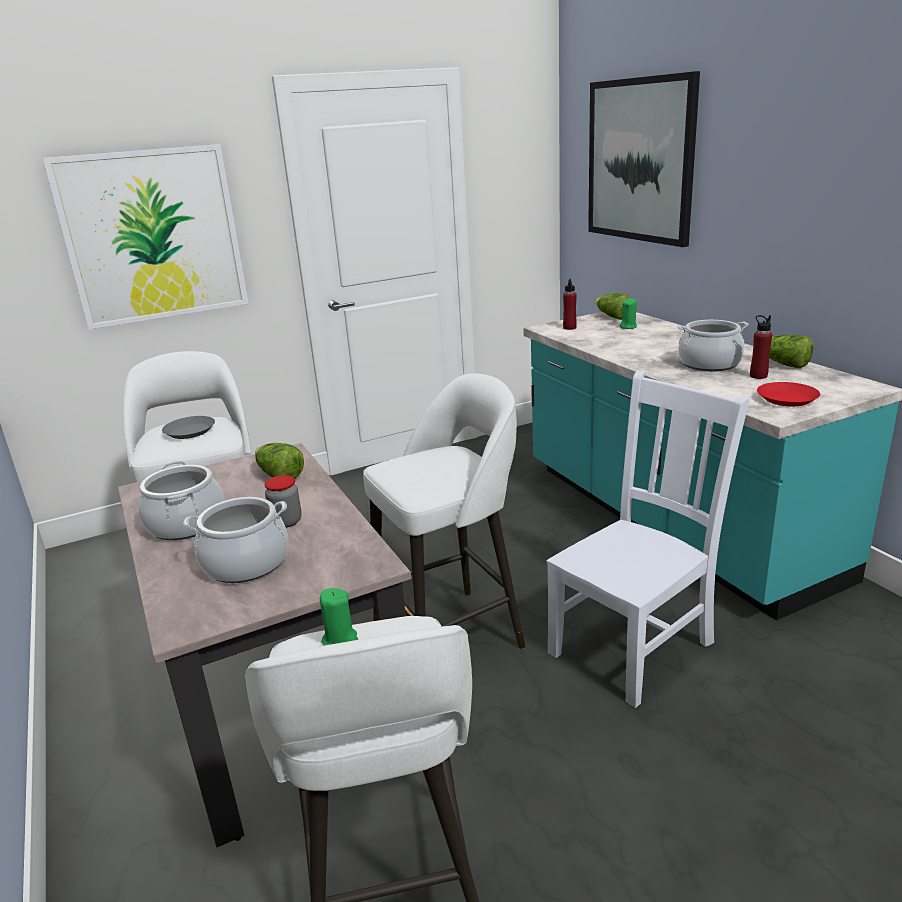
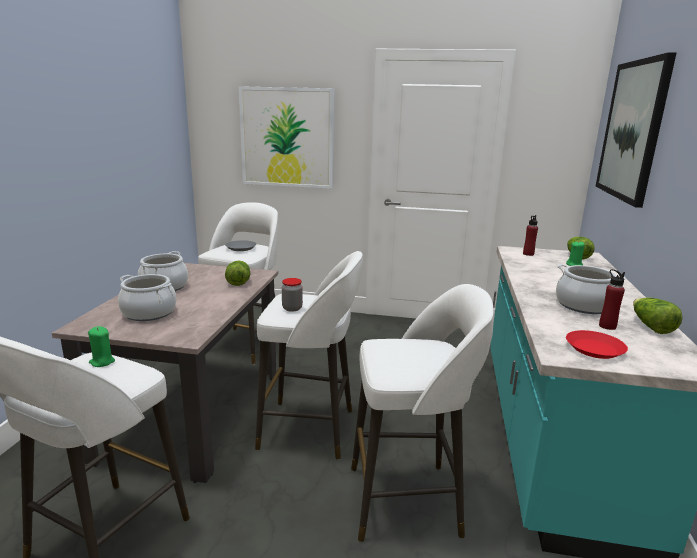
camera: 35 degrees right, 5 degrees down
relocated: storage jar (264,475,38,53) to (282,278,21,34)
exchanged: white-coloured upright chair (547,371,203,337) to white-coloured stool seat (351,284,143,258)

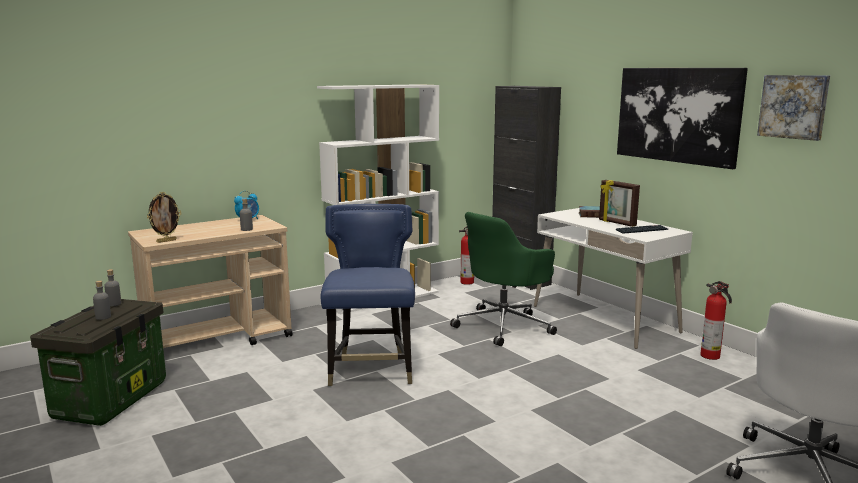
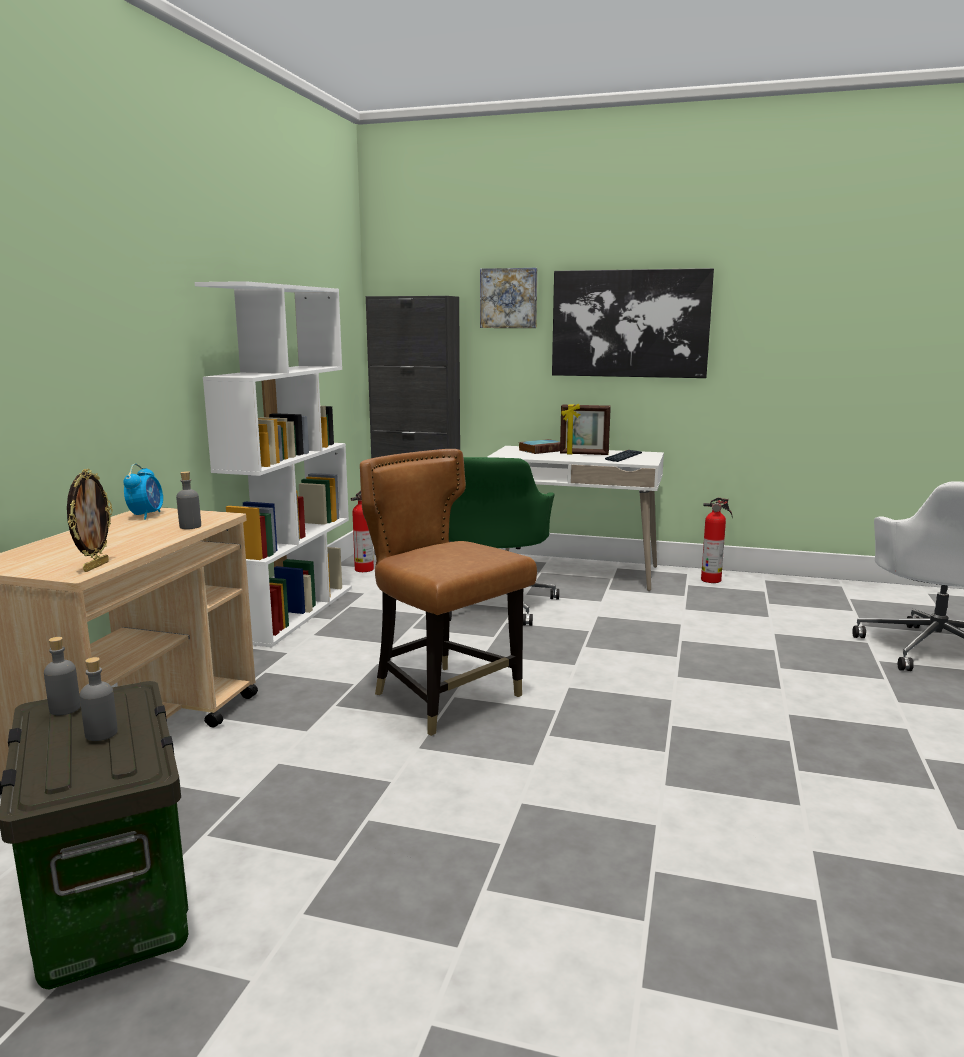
camera: 40 degrees left, 0 degrees up
relocated: picture (757,75,73,66) to (480,268,57,60)
colour: blue-coloured upright chair (321,204,94,182) to brown-coloured upright chair (360,449,177,287)

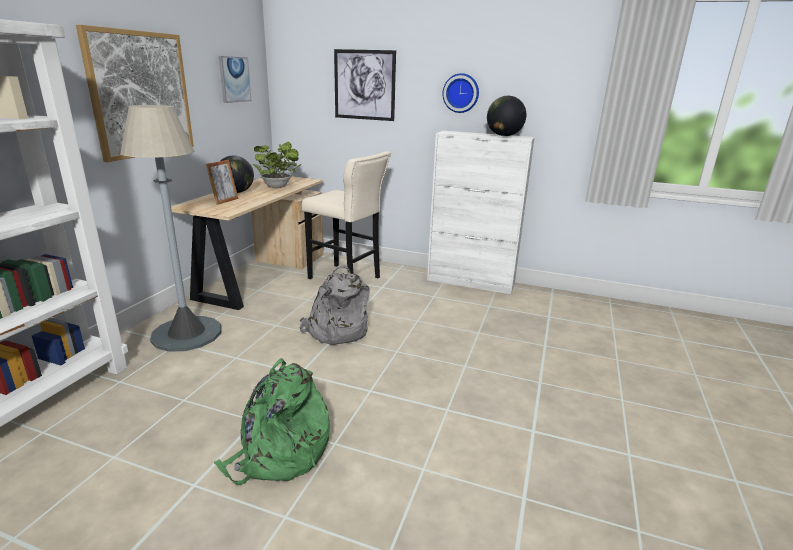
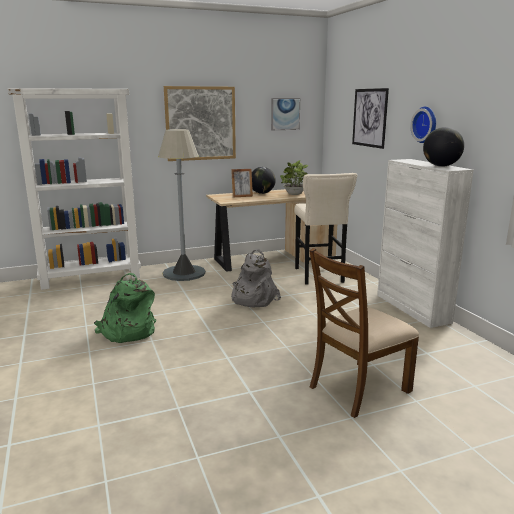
camera: 50 degrees right, 5 degrees down
appeared: brown-coloured upright chair (309,248,110,170)

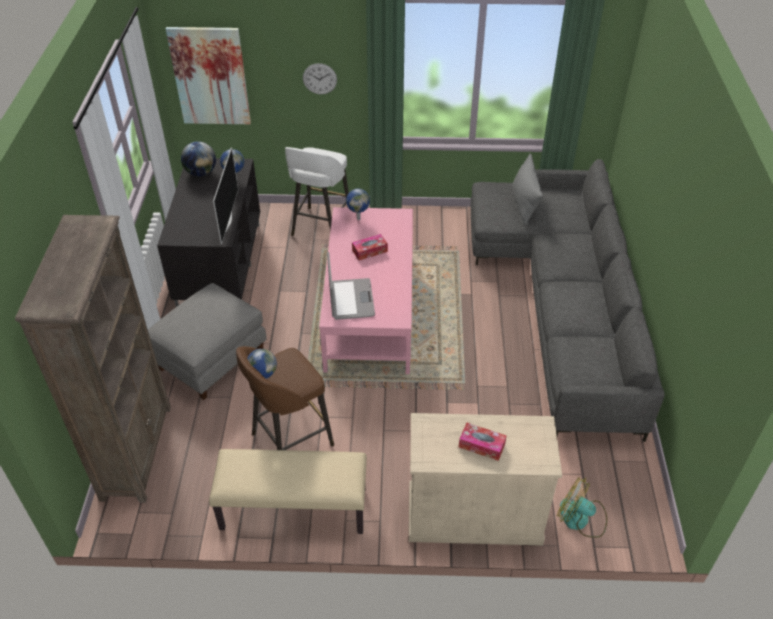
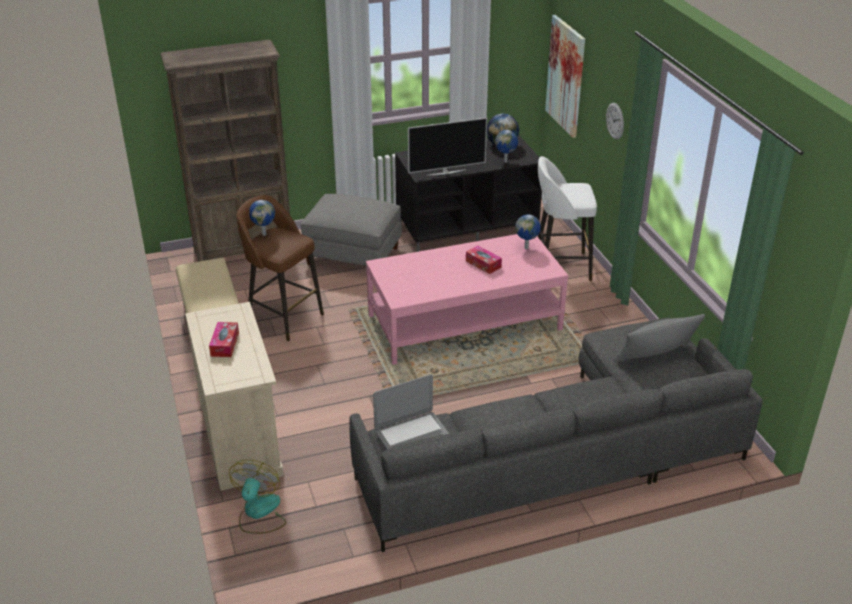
camera: 70 degrees right, 10 degrees down
relocated: portable computer (327,252,48,68) to (373,374,76,76)

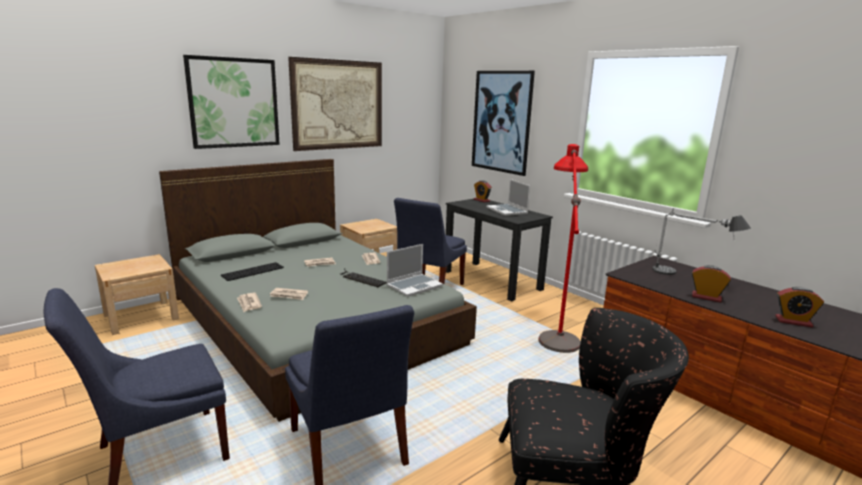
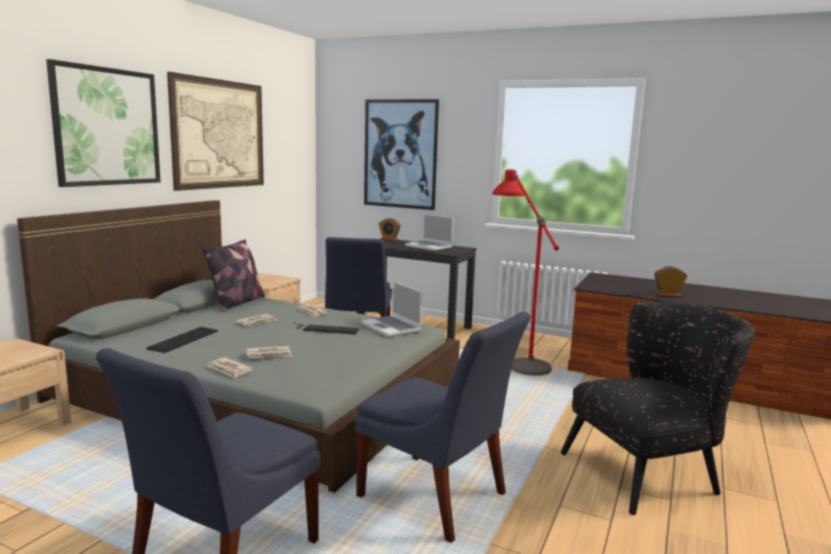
camera: 25 degrees left, 5 degrees down
missing: tabletop lamp (652,208,99,67); bedside clock (775,287,49,40)
appeared: pillow (202,239,63,73)
spun: portable computer (386,244,57,53) = (361,281,61,56) 120 degrees clockwise

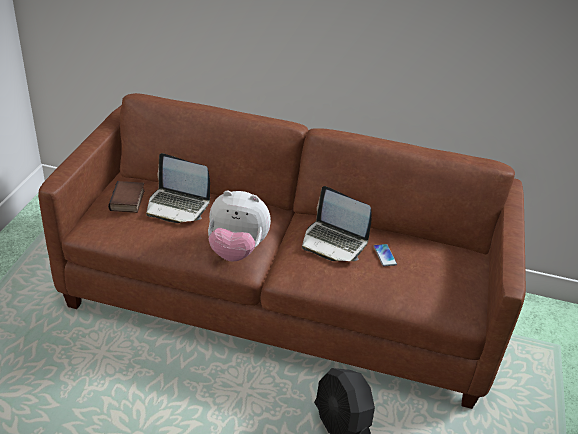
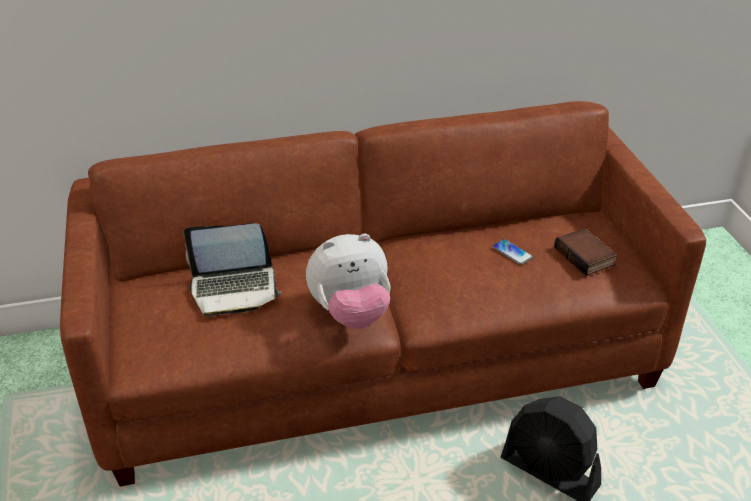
camera: 25 degrees left, 0 degrees up
missing: portable computer (302,186,70,75)
relocated: bound book (108,181,37,32) to (554,228,63,48)

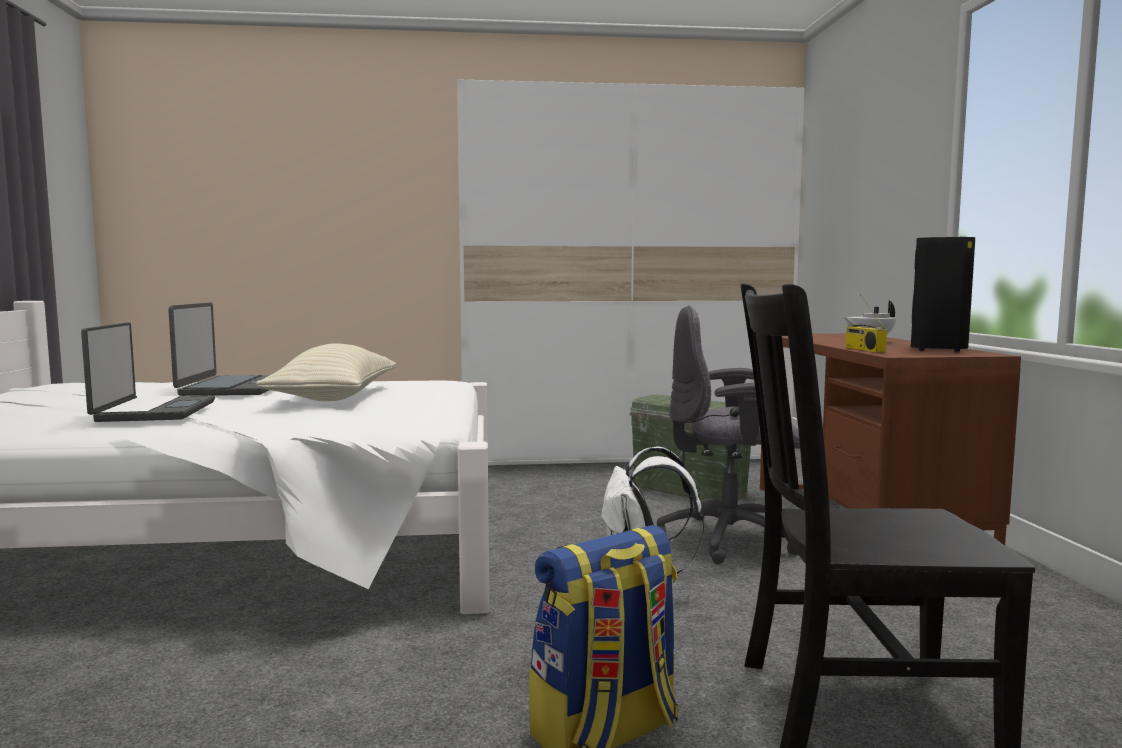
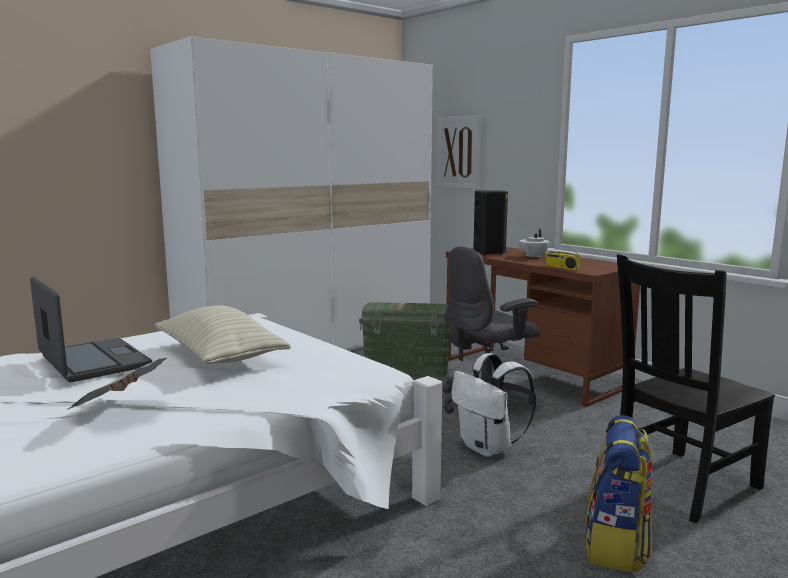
camera: 35 degrees left, 5 degrees up
appeared: picture (436,115,46,74)
relocated: blackish loudspeaker (911,237,64,114) to (473,190,35,65)
exchanged: portable computer (81,322,134,100) to daily paper (66,358,101,52)

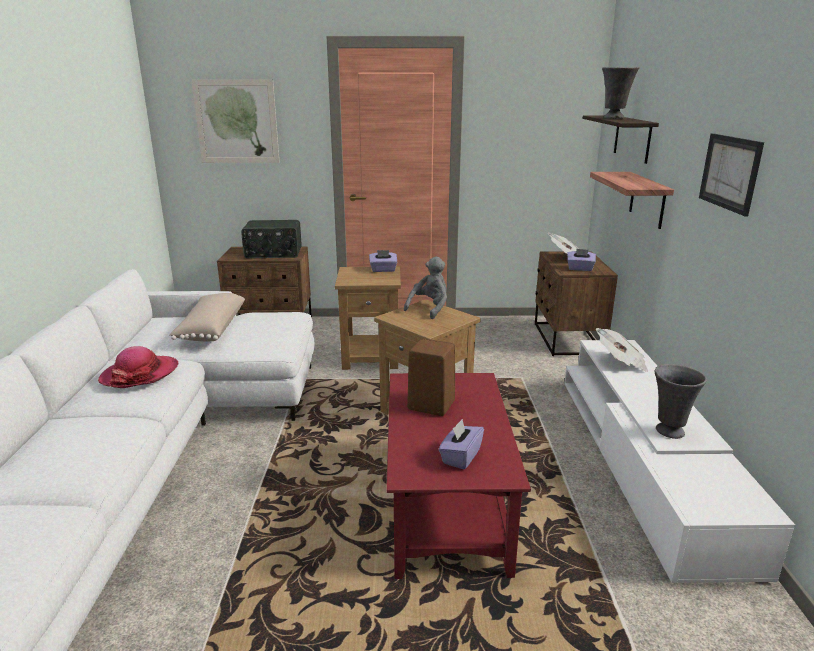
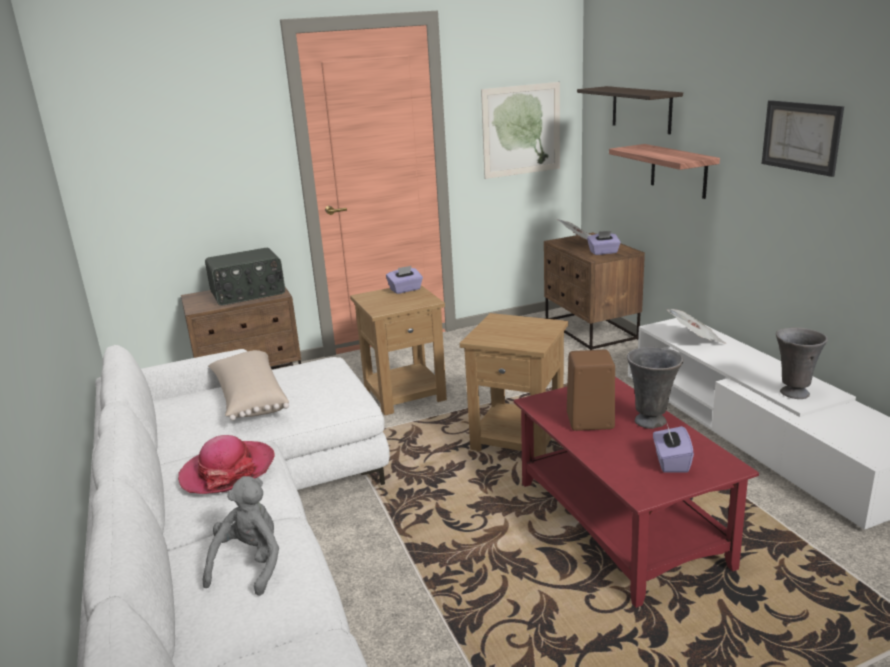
camera: 20 degrees left, 0 degrees up
relocated: gray cuddly toy (404,257,43,62) to (203,476,76,120); picture (192,79,87,84) to (481,82,79,97); gray decorative vase (602,67,37,52) to (627,347,56,82)

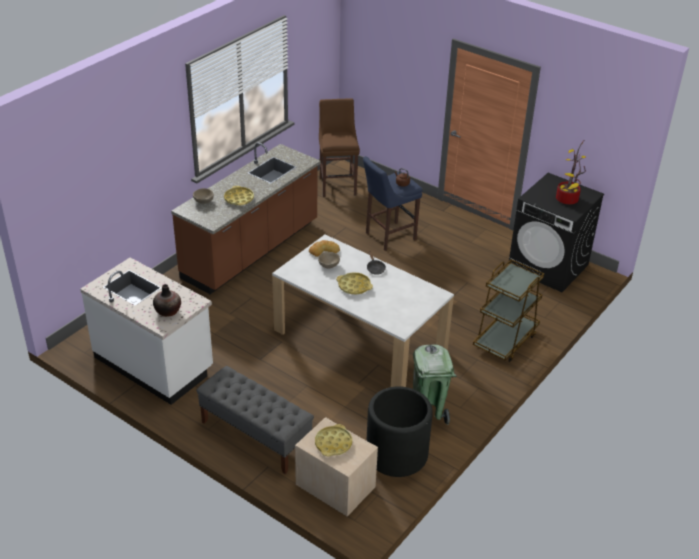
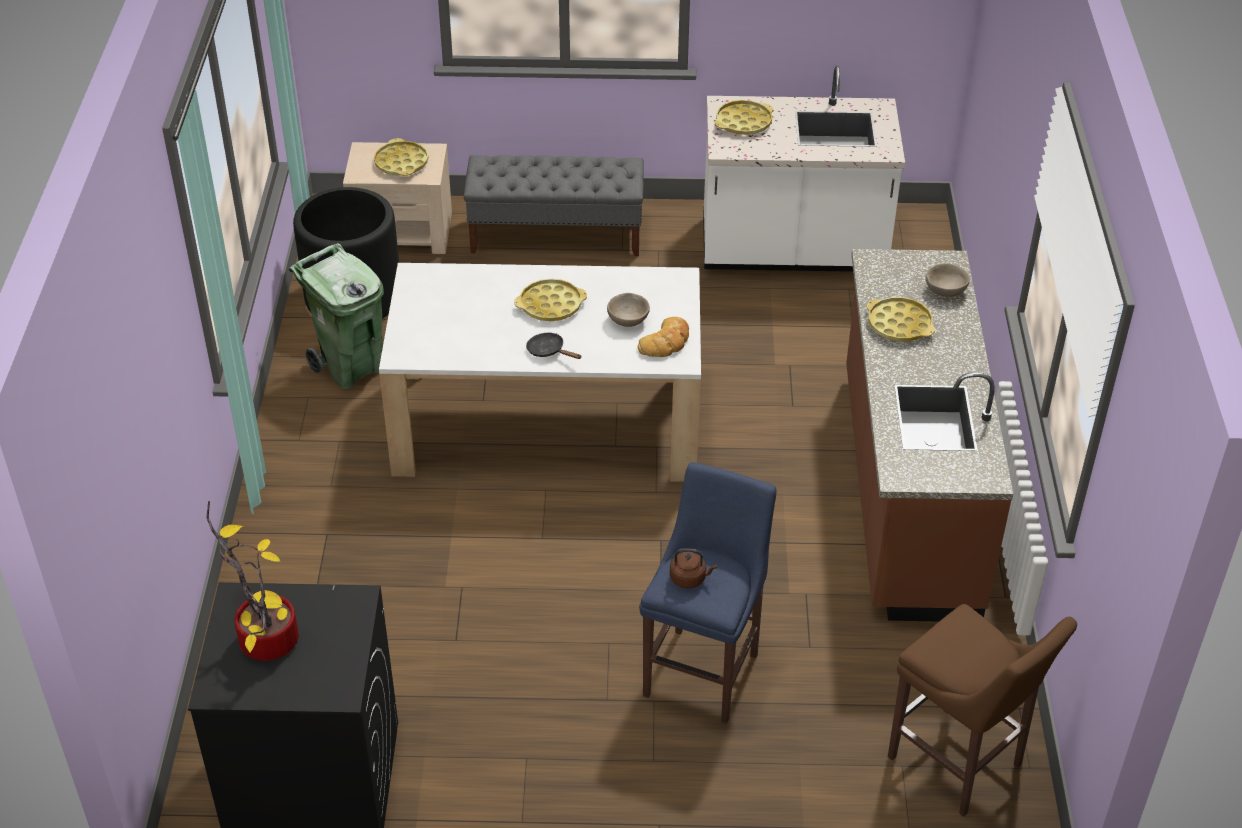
camera: 145 degrees right, 5 degrees up
missing: brown-coloured wheeled cart (473,259,71,103)
exchanged: decorative vase (153,284,28,33) to yellow-coloured carrying tray (715,100,58,35)

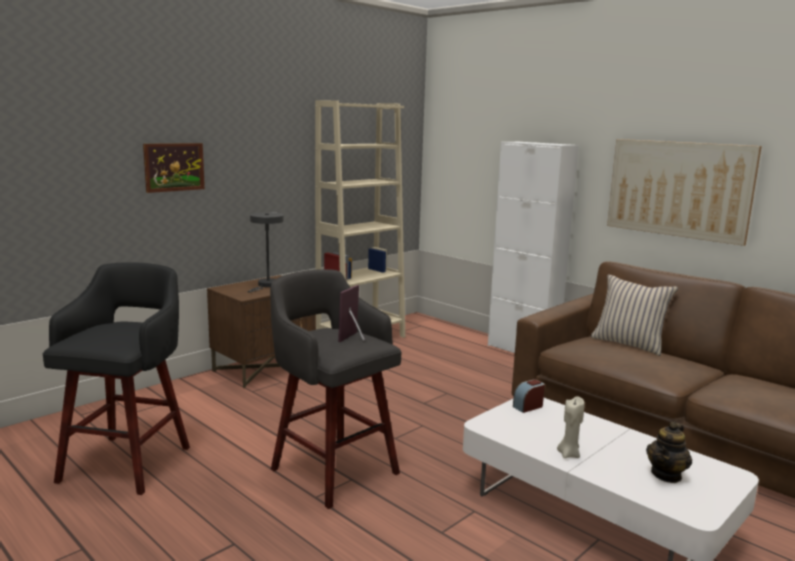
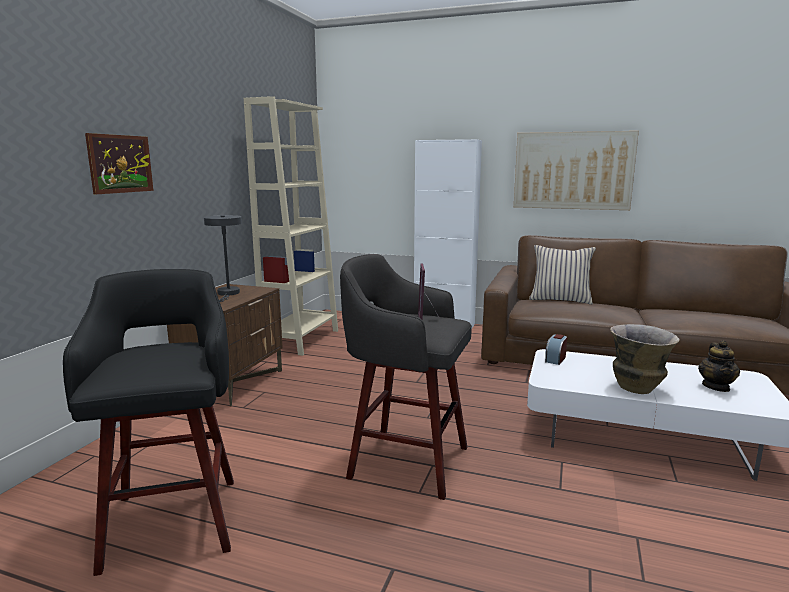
camera: 25 degrees left, 0 degrees up
exchanged: sand-coloured candle (557,396,28,62) to decorative vase (610,324,70,70)

